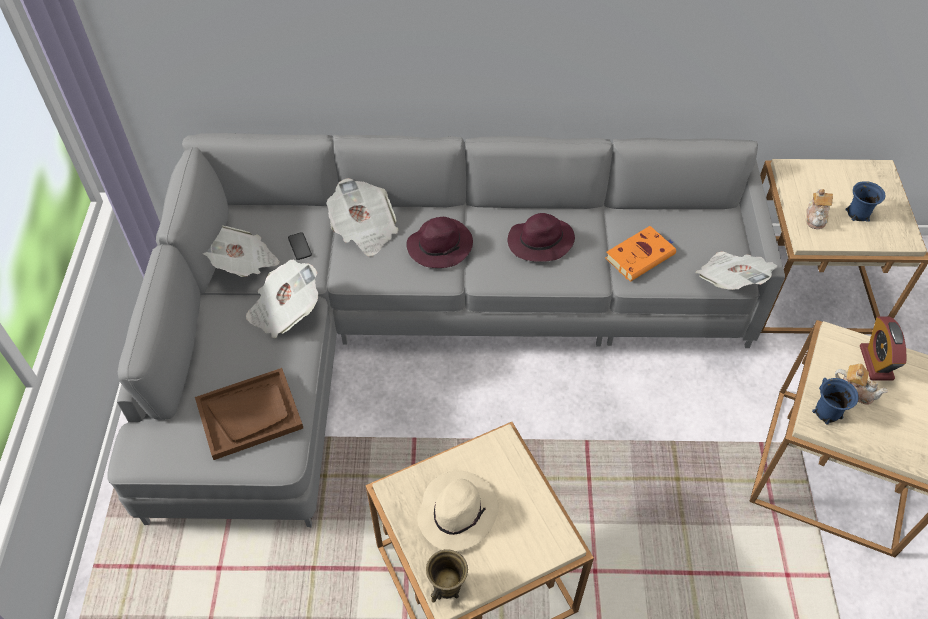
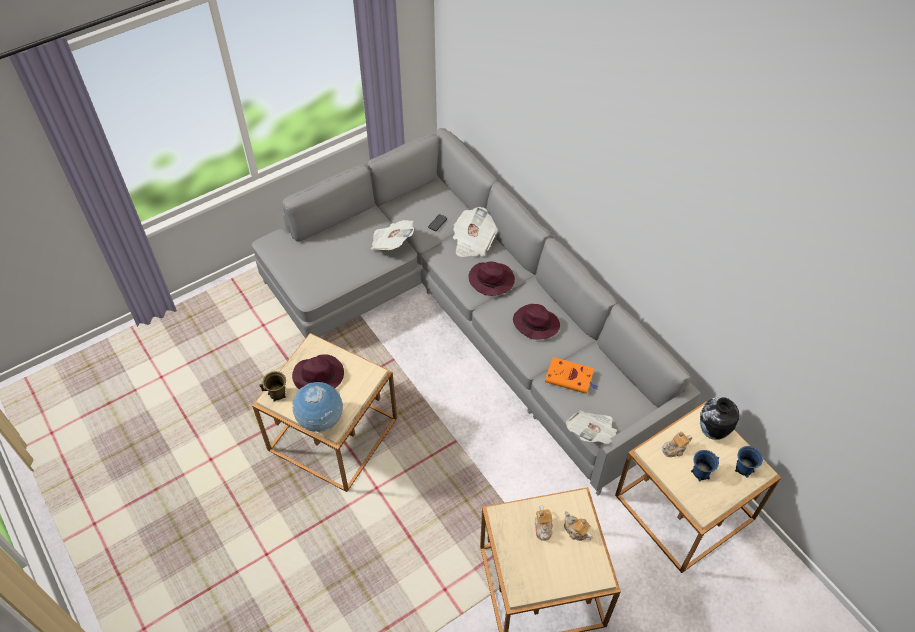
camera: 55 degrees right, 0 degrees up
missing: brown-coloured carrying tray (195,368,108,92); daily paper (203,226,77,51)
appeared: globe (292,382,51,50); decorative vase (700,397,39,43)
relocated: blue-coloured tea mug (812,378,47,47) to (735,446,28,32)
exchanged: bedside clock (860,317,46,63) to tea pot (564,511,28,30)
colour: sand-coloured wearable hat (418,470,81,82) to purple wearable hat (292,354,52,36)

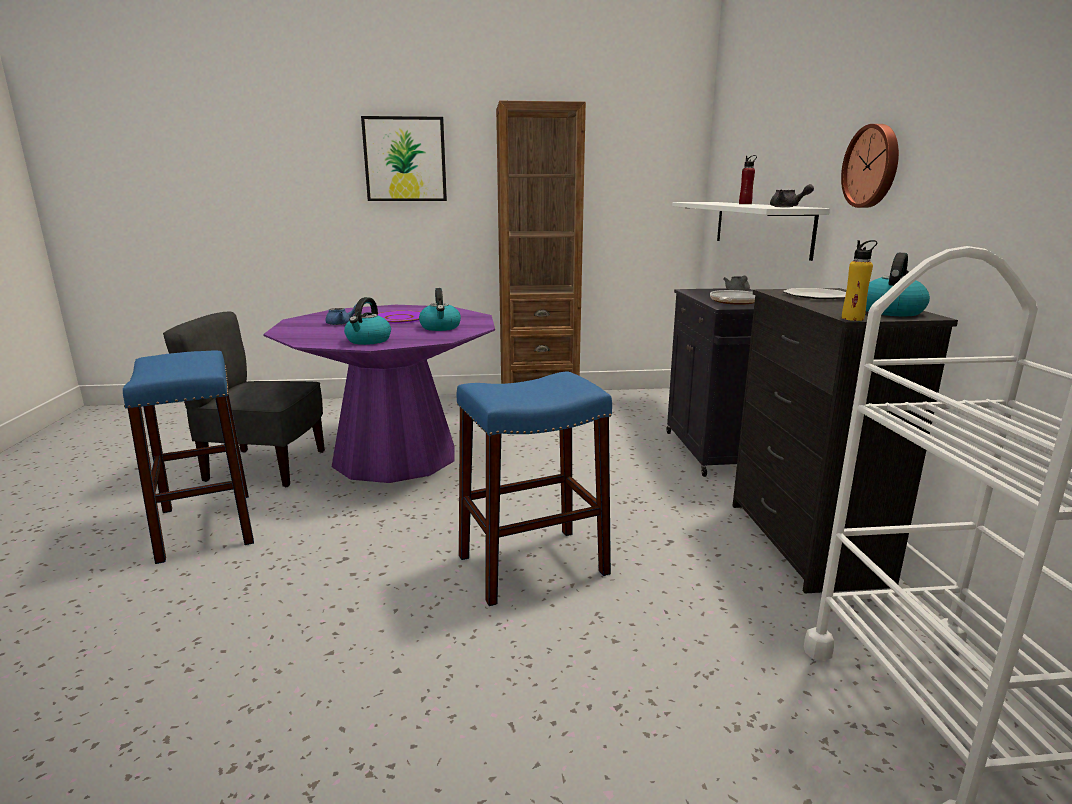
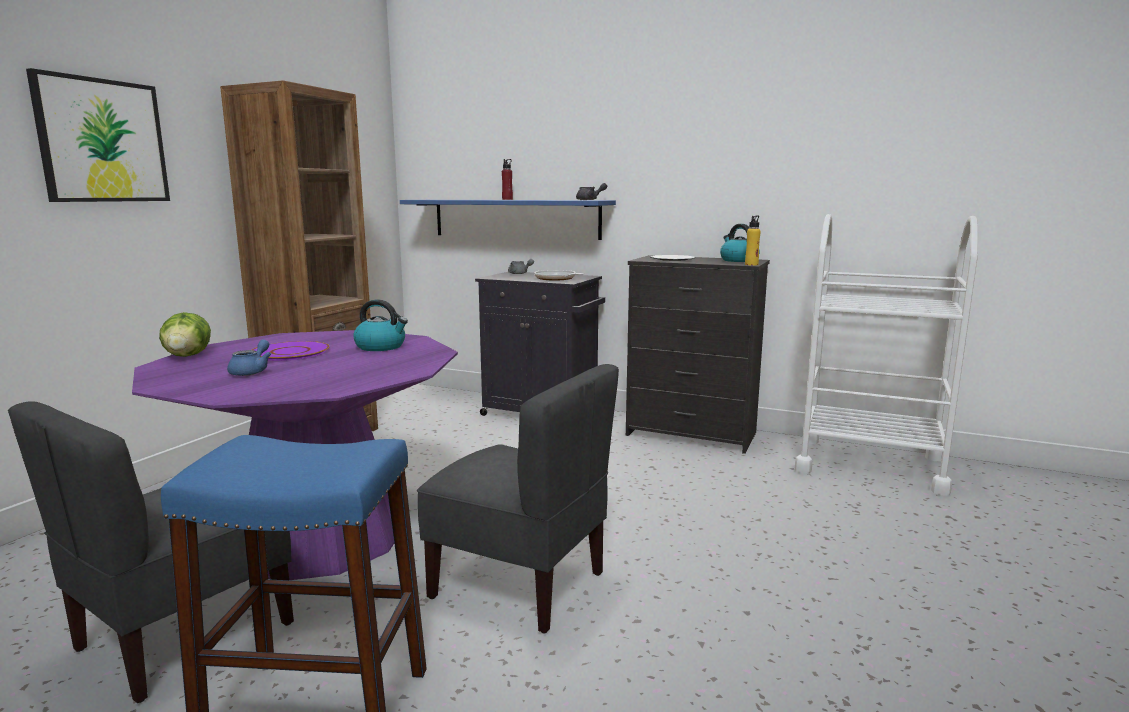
camera: 60 degrees left, 5 degrees down
missing: tea kettle (344,297,47,48); blue-coloured stool seat (457,371,155,235); hanging clock (841,124,58,84)
appeared: lettuce head (159,312,52,45); gray upright chair (417,364,202,270)
colour: white-coloured wall shelf (672,202,158,59) to blue-coloured wall shelf (400,200,216,40)

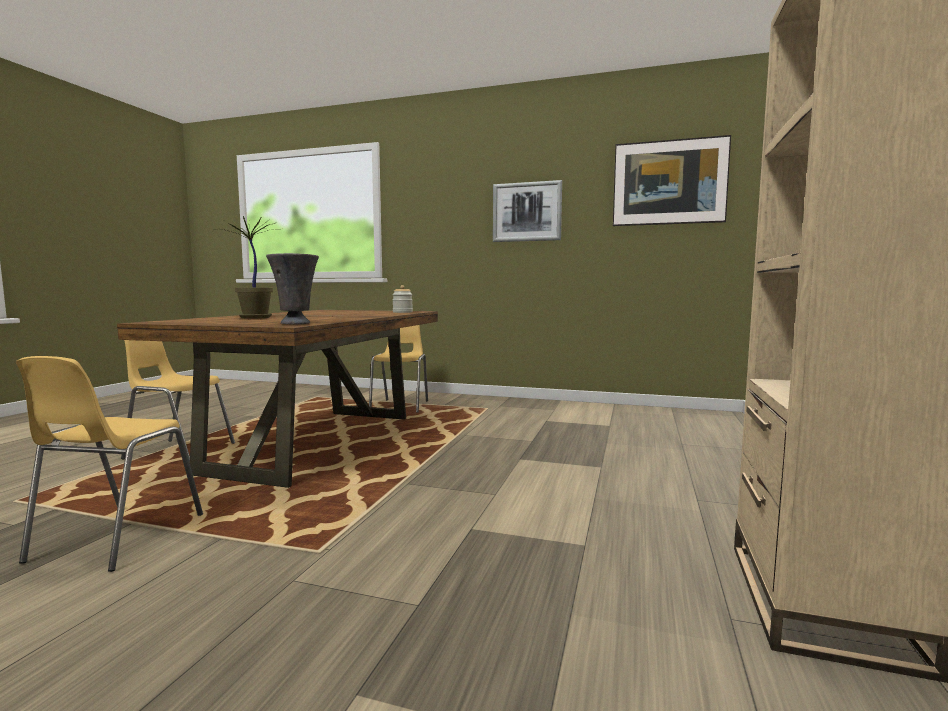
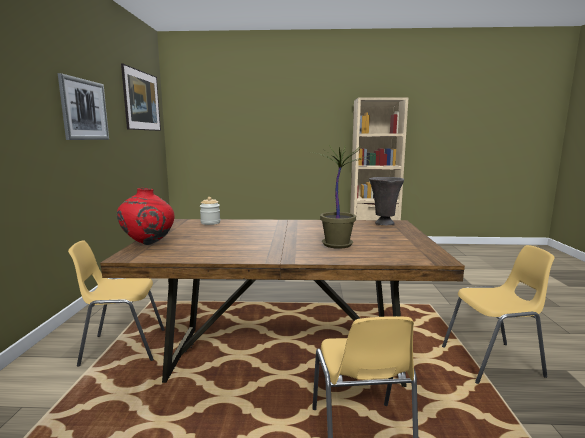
camera: 105 degrees left, 5 degrees up
appeared: red decorative vase (117,188,57,57)

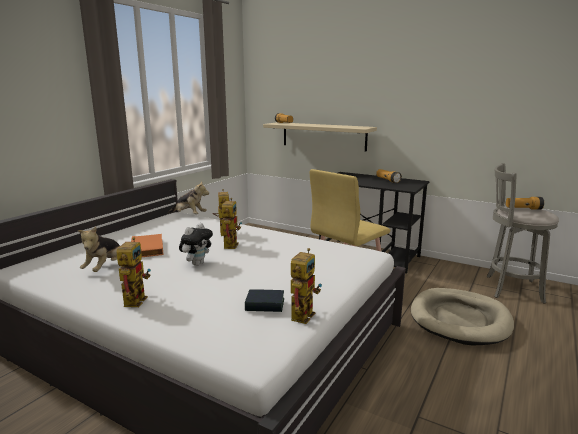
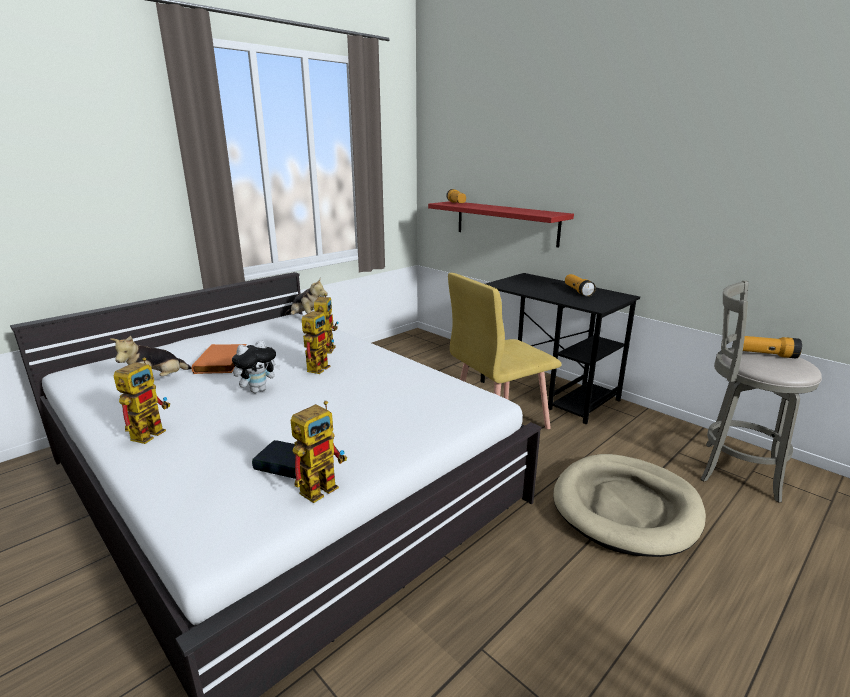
camera: 15 degrees right, 5 degrees up
colour: sand-coloured wall shelf (263,122,114,30) to red wall shelf (428,201,146,46)

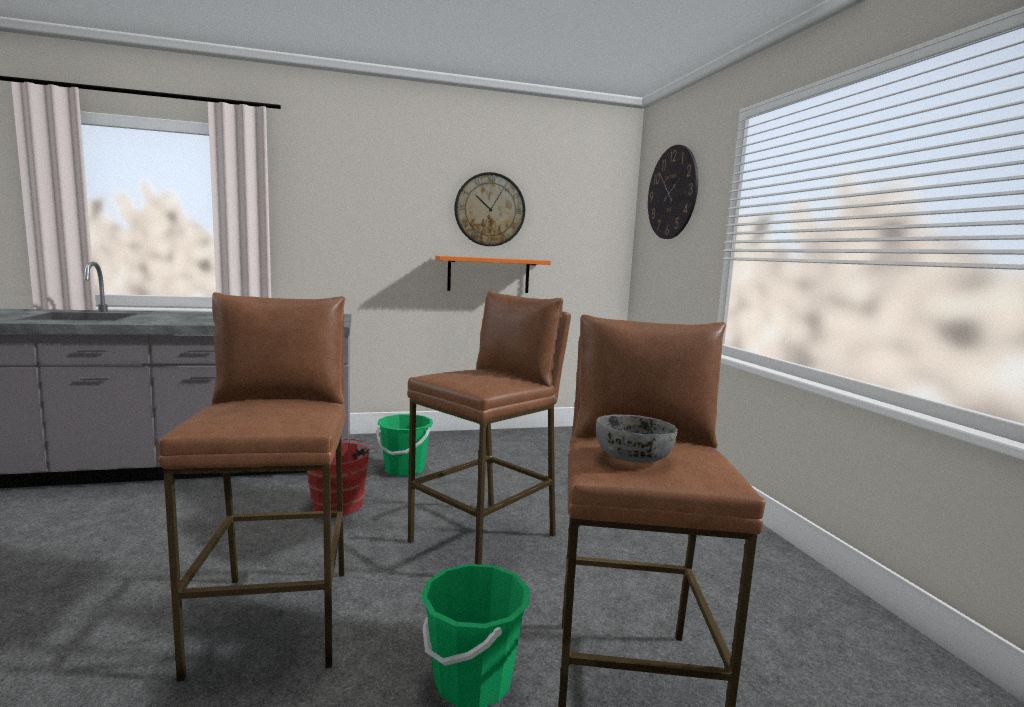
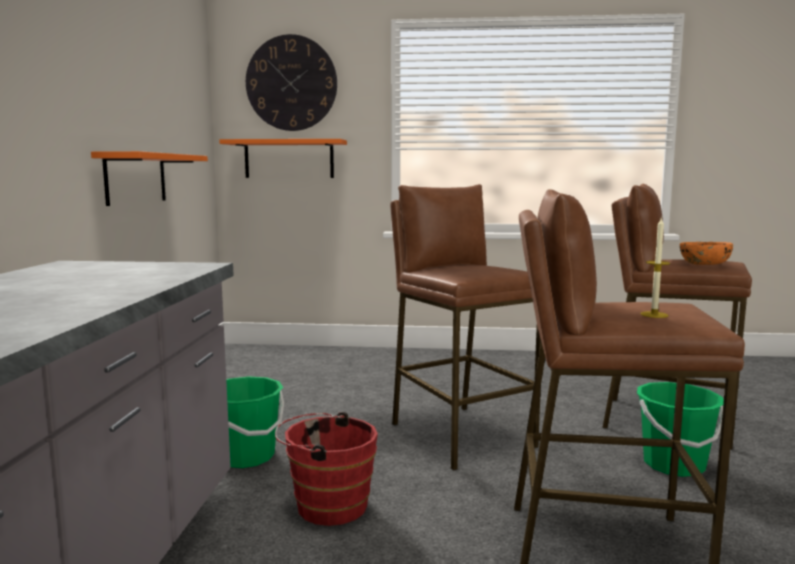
camera: 70 degrees left, 0 degrees up
missing: hanging clock (454,172,71,74)
appeared: orange wall shelf (219,139,128,39); candle (641,218,29,100)
colour: gray deep dish (596,415,82,48) to orange deep dish (680,242,53,23)

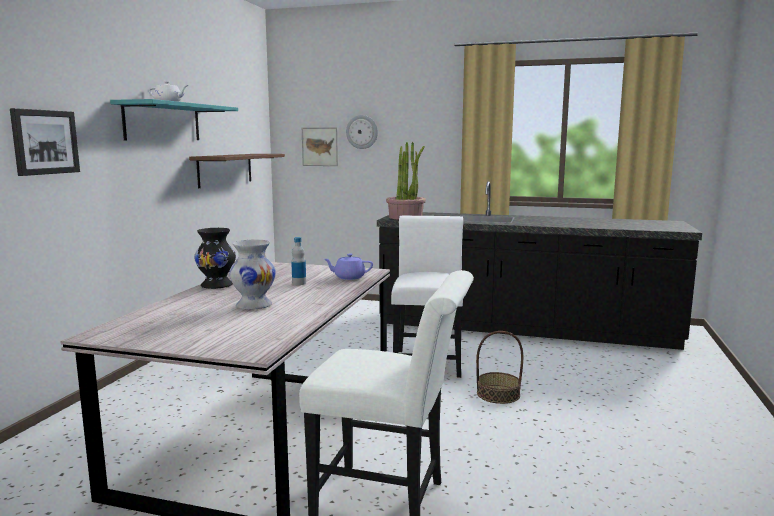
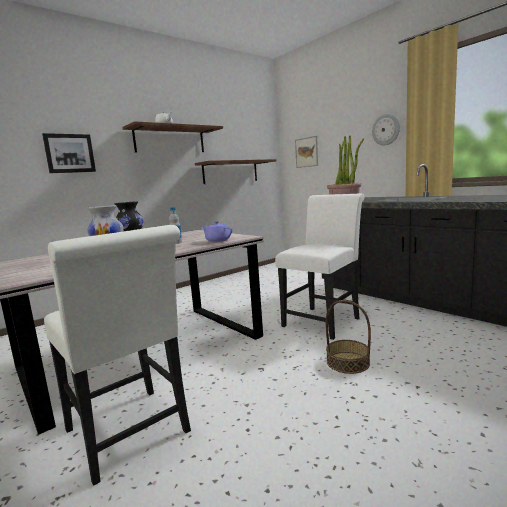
camera: 35 degrees right, 0 degrees up
relocated: hanging clock (346,115,32,34) to (372,114,28,31)
colour: blue-green wall shelf (110,99,128,41) to brown-coloured wall shelf (123,121,100,31)

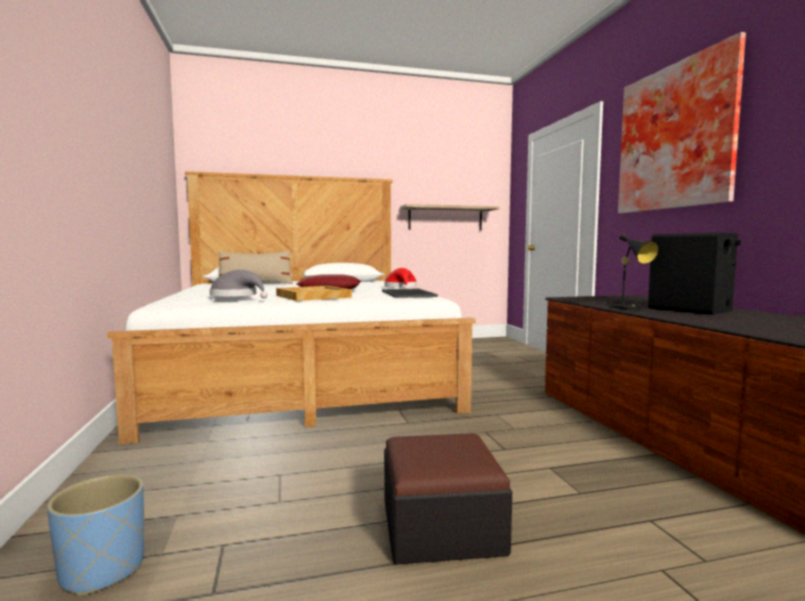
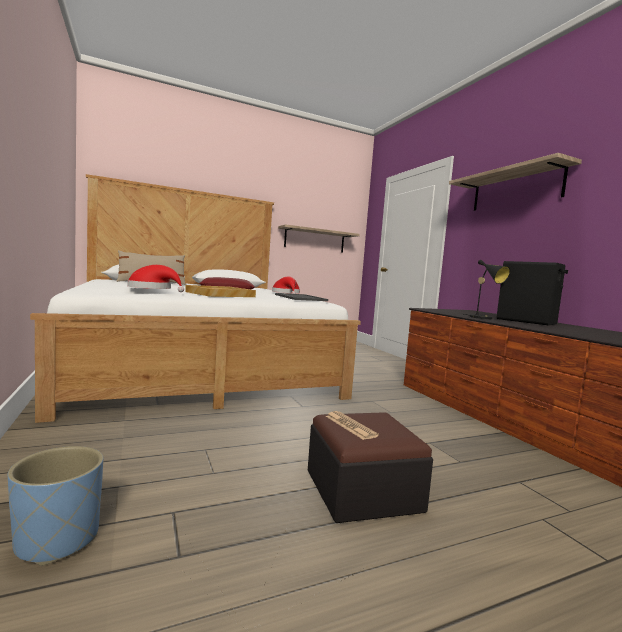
camera: 10 degrees left, 0 degrees up
appeared: daily paper (326,411,53,29)
exchanged: picture (618,32,128,182) to wall shelf (449,153,133,58)
colour: gray wearable hat (210,269,58,29) to red wearable hat (127,265,57,27)

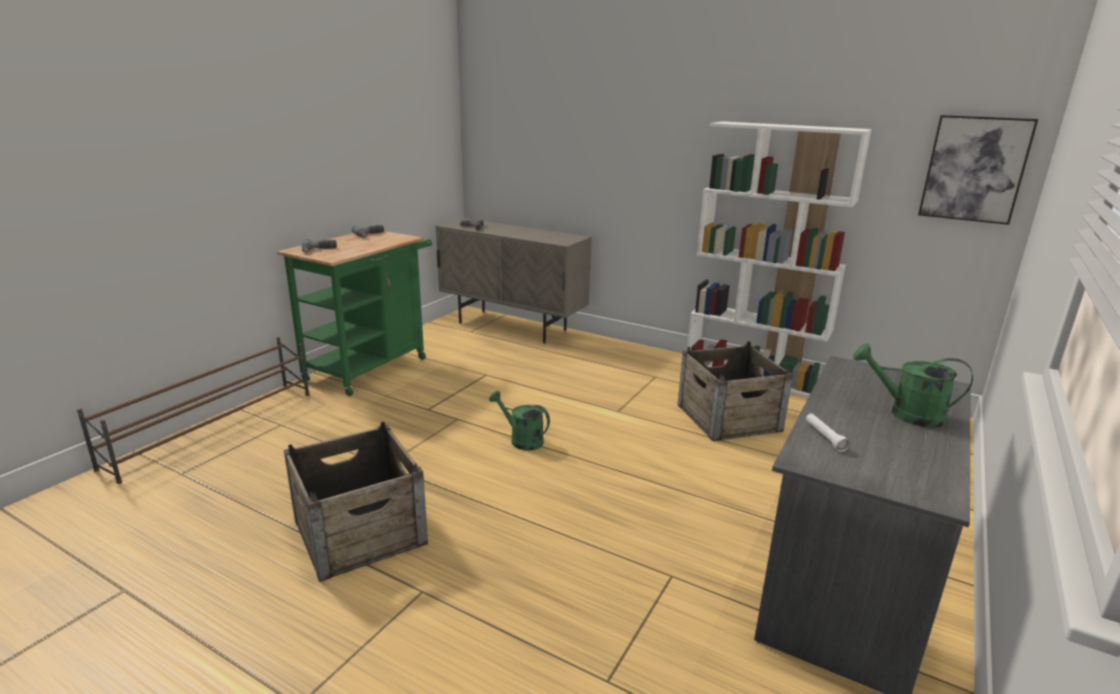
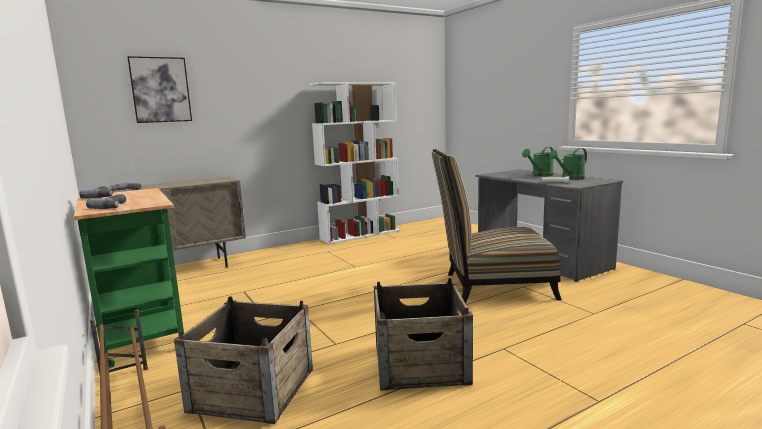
camera: 60 degrees left, 10 degrees down
appeared: upright chair (432,149,130,155)
relocated: picture (918,115,120,110) to (127,56,65,67); packing crate (678,341,115,100) to (174,296,139,128); green watering pot (489,391,61,60) to (549,148,38,32)

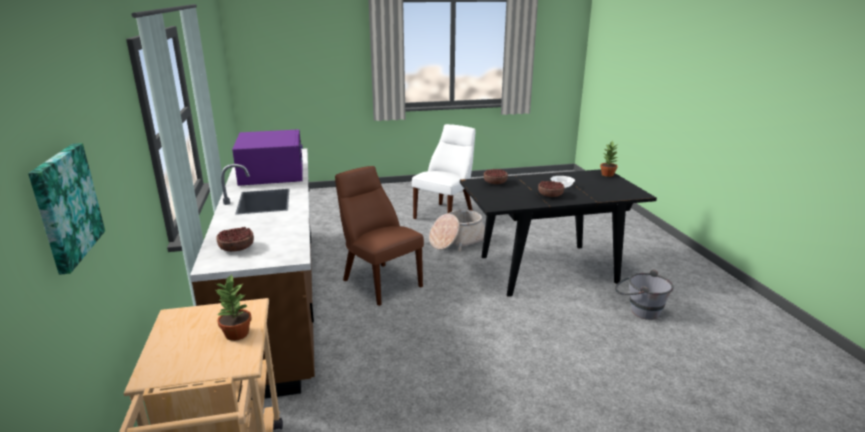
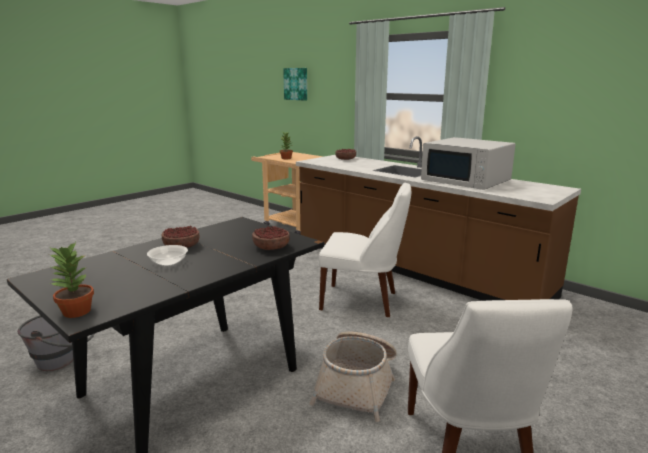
camera: 145 degrees right, 5 degrees down
colour: brown-coloured upright chair (335,166,89,140) to white-coloured upright chair (319,183,92,134); purple microwave oven (232,129,71,57) to white-coloured microwave oven (421,137,95,53)

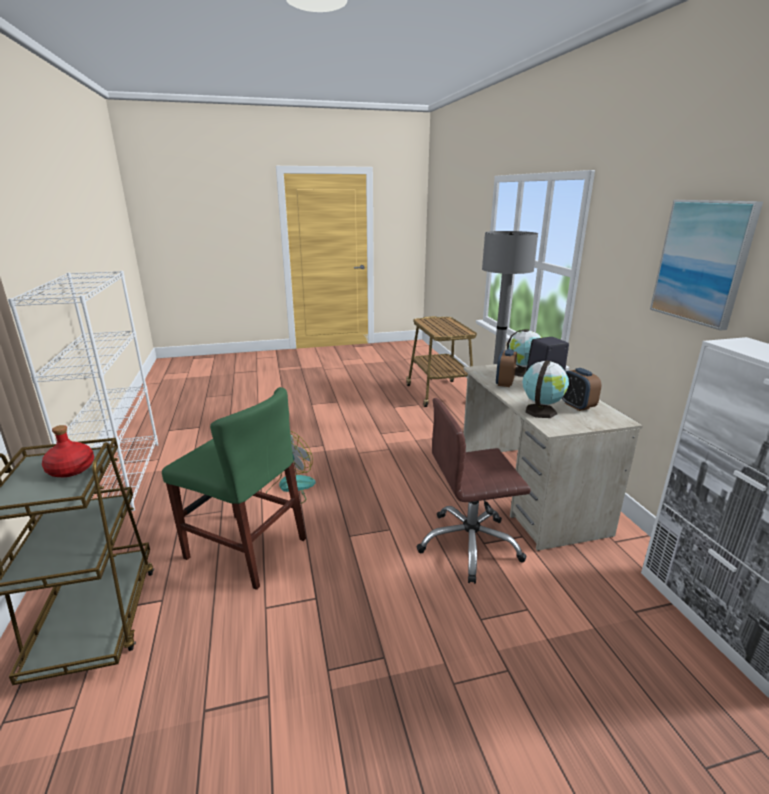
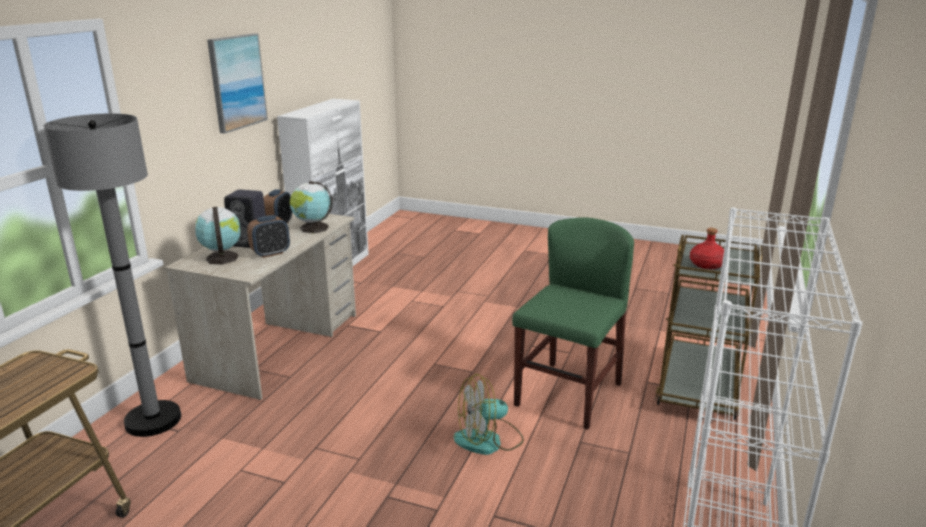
camera: 145 degrees left, 0 degrees up
missing: brown-coloured desk chair (416,398,115,186)
spun: green upright chair (162,387,144,203) = (512,218,122,212) 60 degrees clockwise

